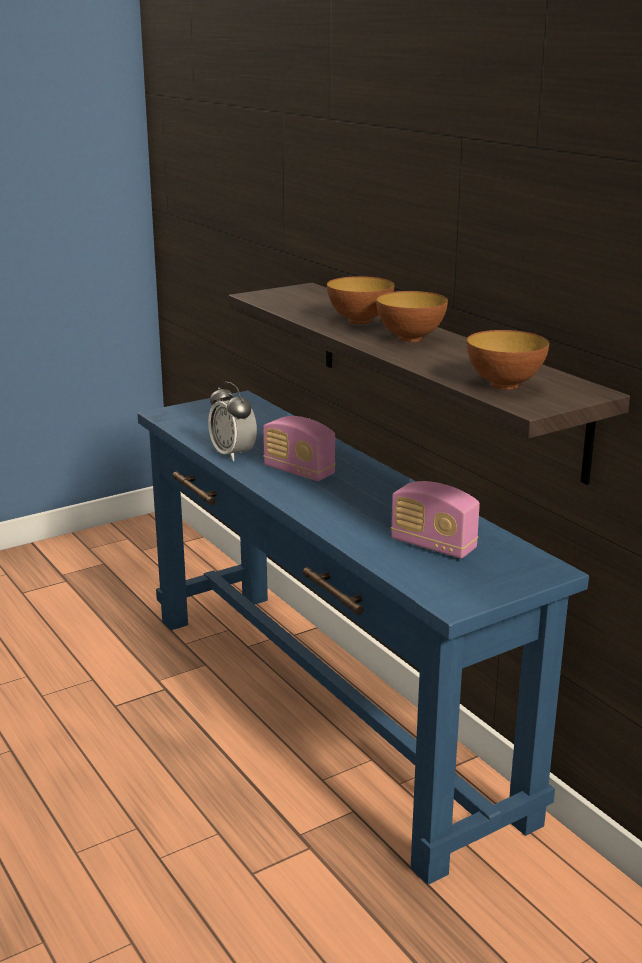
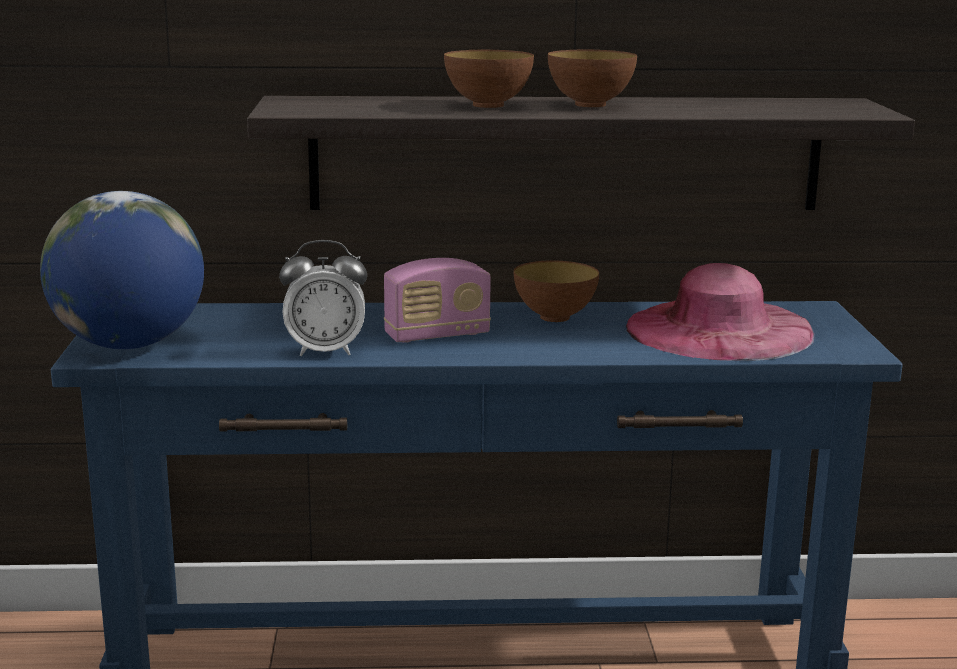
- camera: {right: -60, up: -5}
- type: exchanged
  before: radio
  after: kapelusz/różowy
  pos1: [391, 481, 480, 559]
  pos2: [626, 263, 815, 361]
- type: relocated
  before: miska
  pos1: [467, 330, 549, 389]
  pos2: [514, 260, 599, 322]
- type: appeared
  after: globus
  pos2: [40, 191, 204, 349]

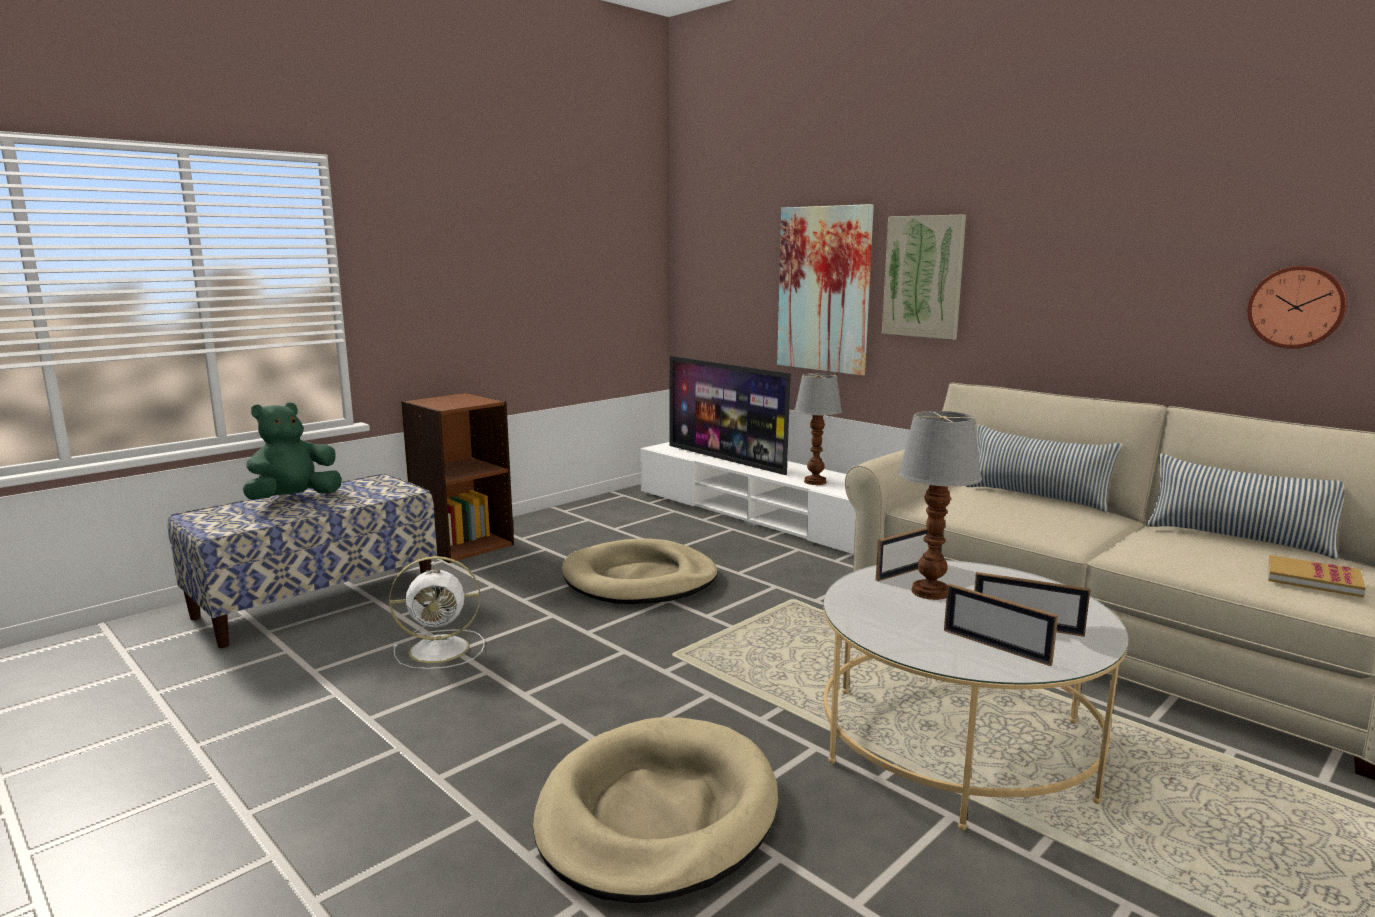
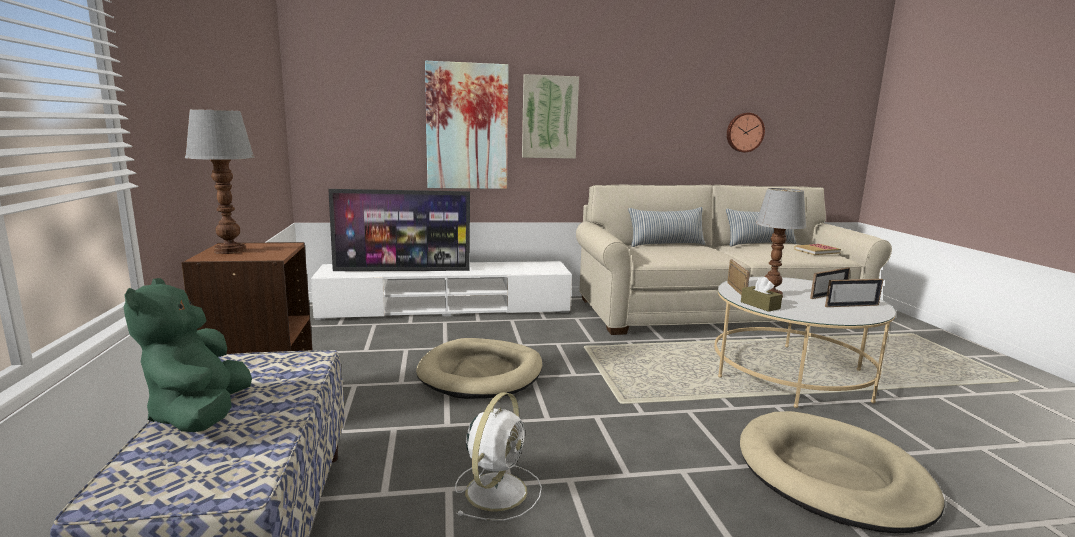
- camera: {right: -55, up: 0}
- type: relocated
  before: lampa stołowa
  pos1: [794, 373, 842, 485]
  pos2: [185, 109, 255, 254]
- type: appeared
  after: pudełko chusteczek/brązowy
  pos2: [741, 277, 782, 312]

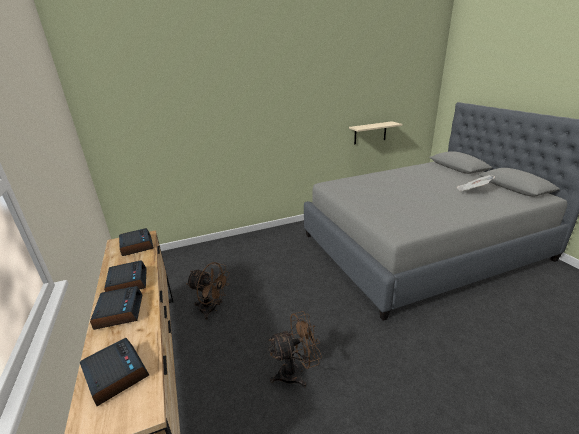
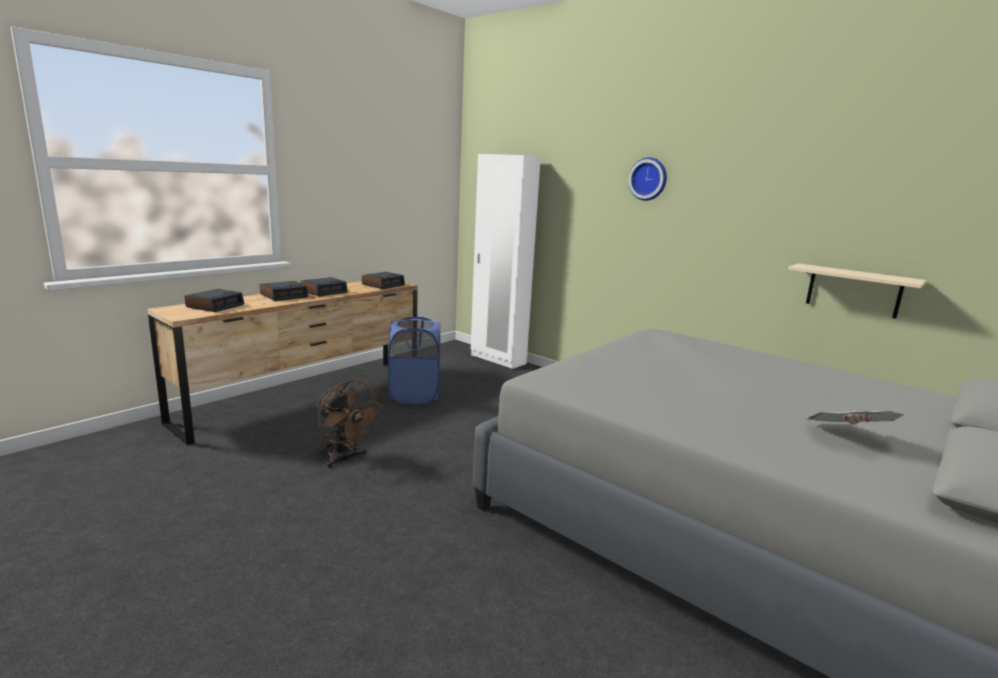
- camera: {right: 60, up: -10}
- type: exchanged
  before: wentylator/brązowy
  after: kosz na pranie/niebieski
  pos1: [186, 262, 229, 320]
  pos2: [388, 317, 440, 405]
- type: appeared
  after: szafa/biały
  pos2: [471, 154, 541, 369]
- type: appeared
  after: zegar ścienny
  pos2: [628, 157, 667, 201]

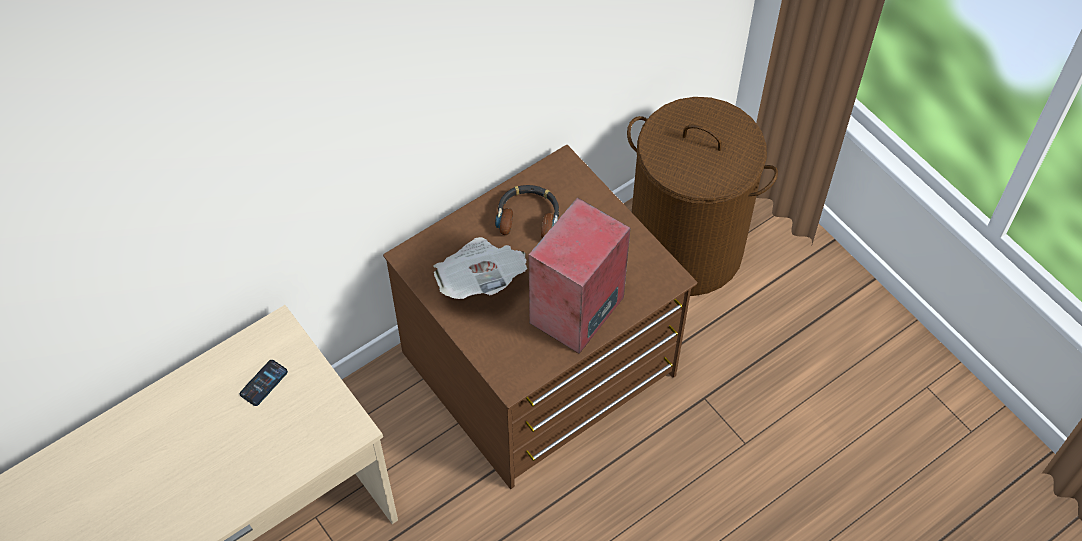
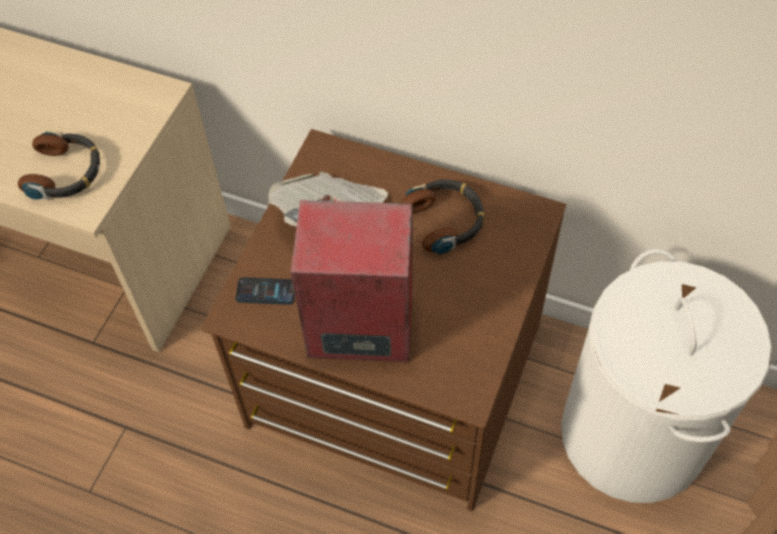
- camera: {right: 60, up: 0}
- type: relocated
  before: telefon
  pos1: [240, 360, 288, 406]
  pos2: [236, 277, 295, 305]
- type: colour
  before: kosz na pranie/brązowy
  after: kosz na pranie/biały
  pos1: [627, 97, 778, 296]
  pos2: [561, 249, 772, 503]
- type: appeared
  after: słuchawki
  pos2: [18, 131, 100, 200]

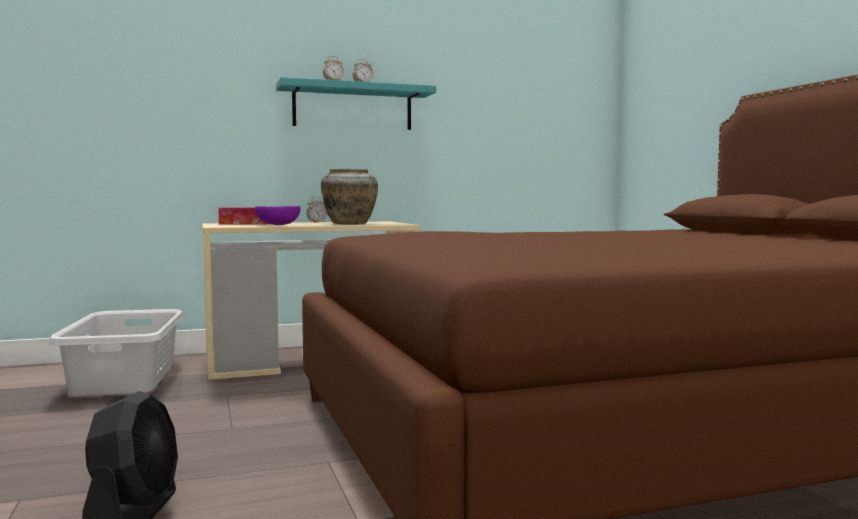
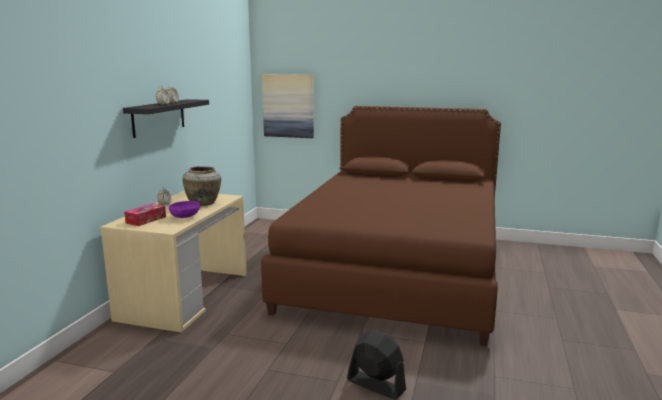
- camera: {right: -55, up: 10}
- type: missing
  before: kosz na pranie/szary
  pos1: [49, 309, 183, 396]
- type: colour
  before: półka/turkusowy
  after: półka/czarny
  pos1: [276, 77, 436, 130]
  pos2: [123, 99, 209, 138]
- type: appeared
  after: obraz
  pos2: [262, 74, 314, 138]

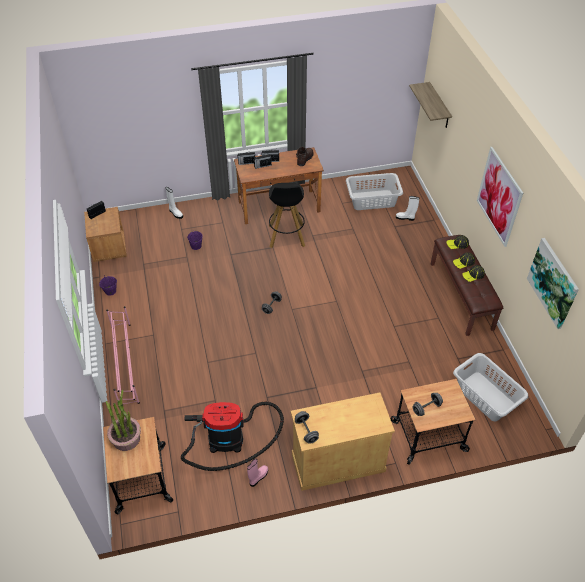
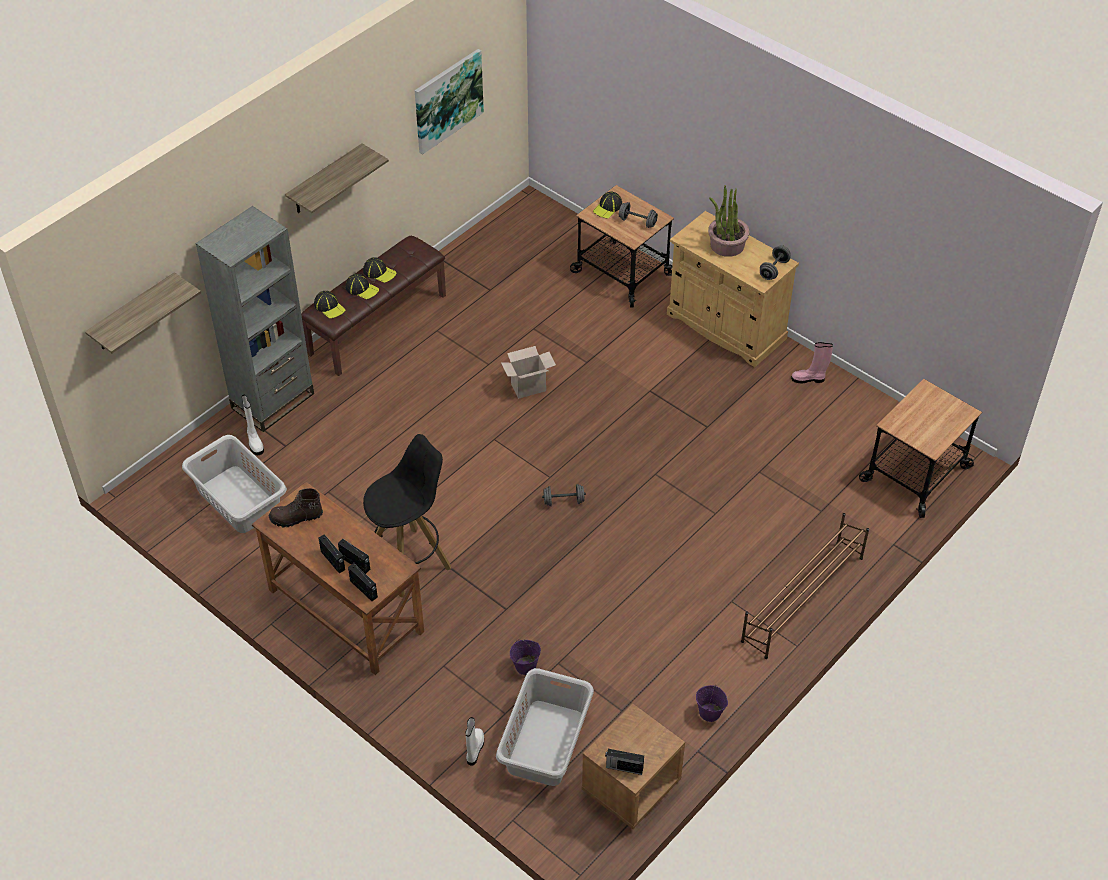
- camera: {right: -125, up: 0}
- type: colour
  before: regał na buty/różowy
  after: regał na buty/brązowy
  pos1: [106, 306, 140, 404]
  pos2: [741, 513, 869, 659]
- type: relocated
  before: roślina doniczkowa
  pos1: [106, 389, 141, 451]
  pos2: [708, 185, 750, 257]
- type: missing
  before: odkurzacz
  pos1: [181, 402, 284, 471]
- type: relocated
  before: kosz na pranie/szary
  pos1: [453, 353, 528, 421]
  pos2: [496, 668, 594, 786]
- type: exchanged
  before: obraz
  after: półka
  pos1: [477, 147, 523, 247]
  pos2: [285, 143, 389, 213]
- type: appeared
  after: regał/szary
  pos2: [196, 206, 314, 432]
- type: appeared
  after: karton
  pos2: [501, 346, 556, 399]
- type: appeared
  after: czapka z daszkiem
  pos2: [593, 192, 622, 219]

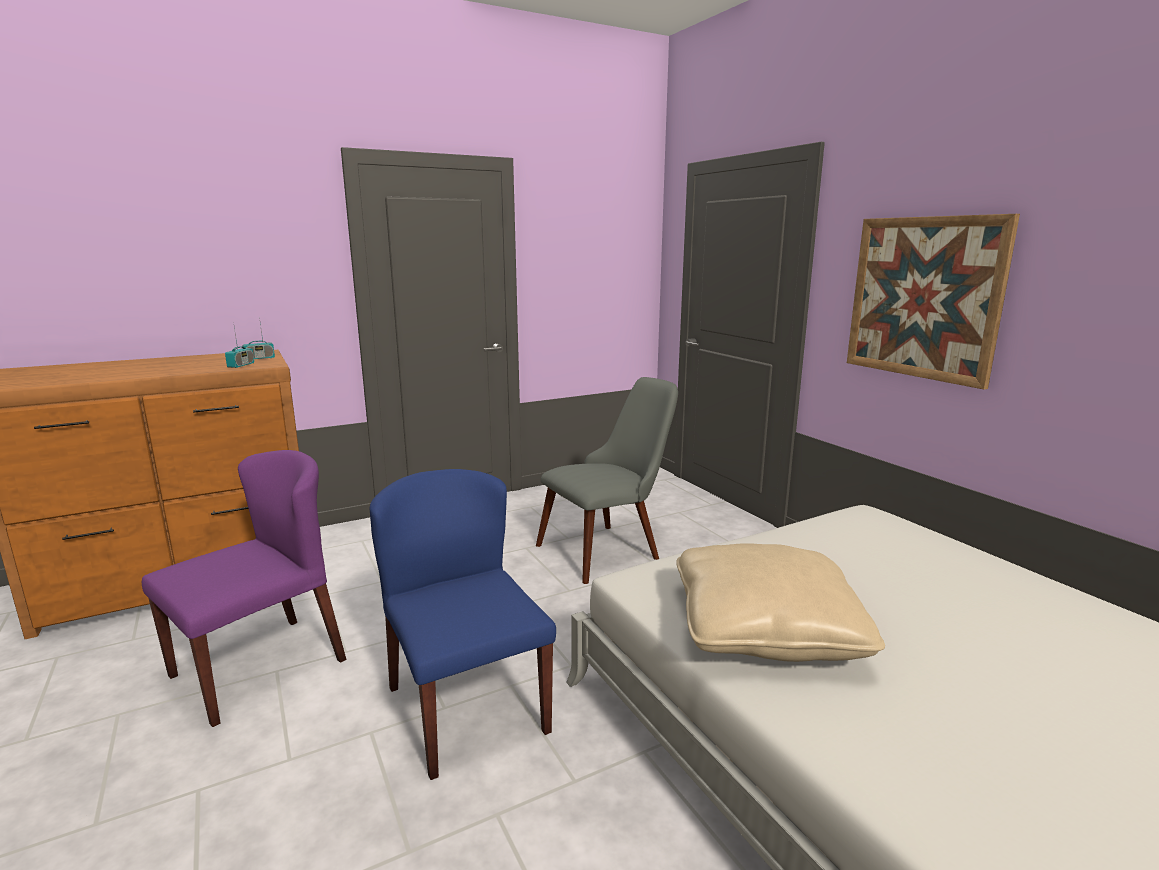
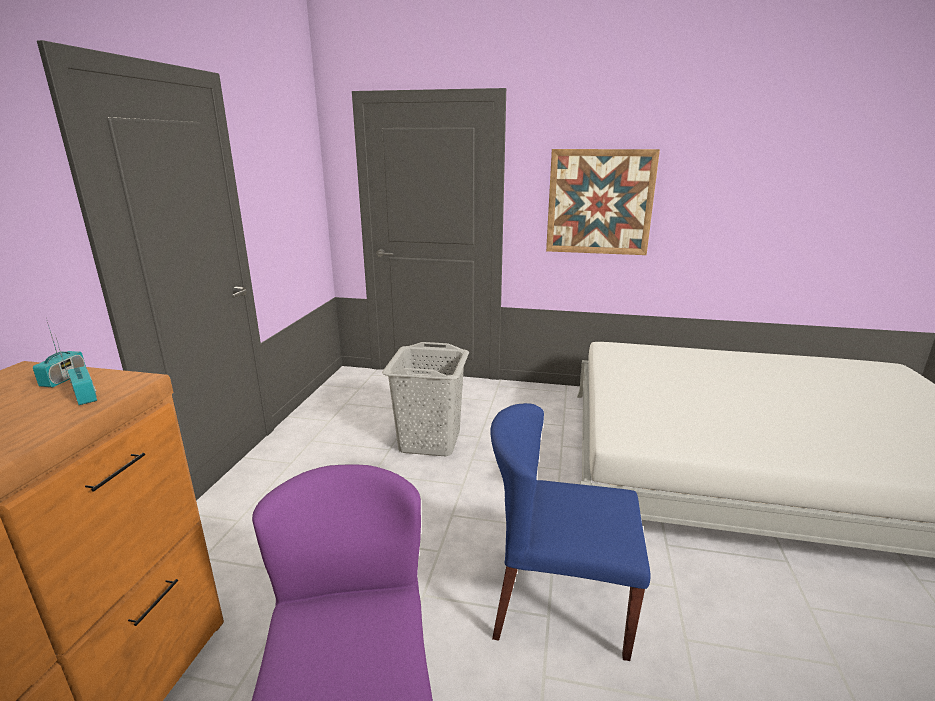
- camera: {right: -50, up: 5}
- type: exchanged
  before: krzesło/szary
  after: kosz na pranie/szary
  pos1: [536, 377, 678, 584]
  pos2: [382, 342, 469, 457]
- type: missing
  before: poduszka/beżowy
  pos1: [676, 543, 885, 662]

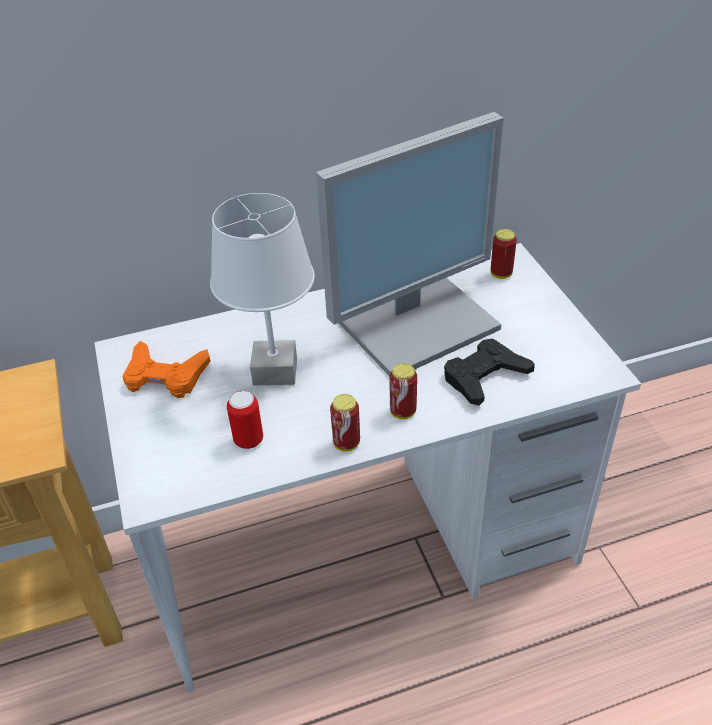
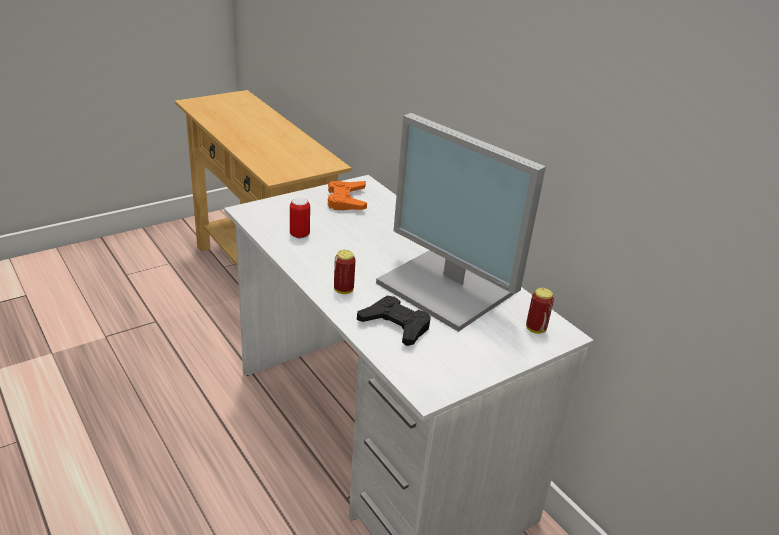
- camera: {right: 70, up: -10}
- type: missing
  before: lampa stołowa/biały
  pos1: [210, 193, 315, 385]
- type: missing
  before: puszka
  pos1: [330, 394, 360, 452]

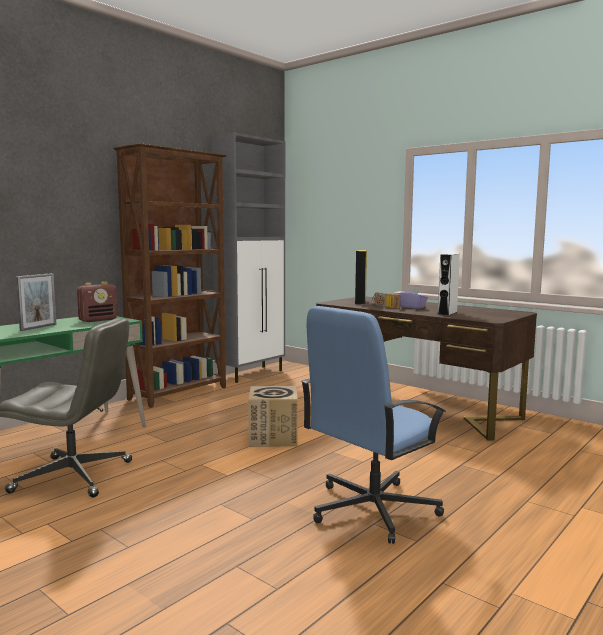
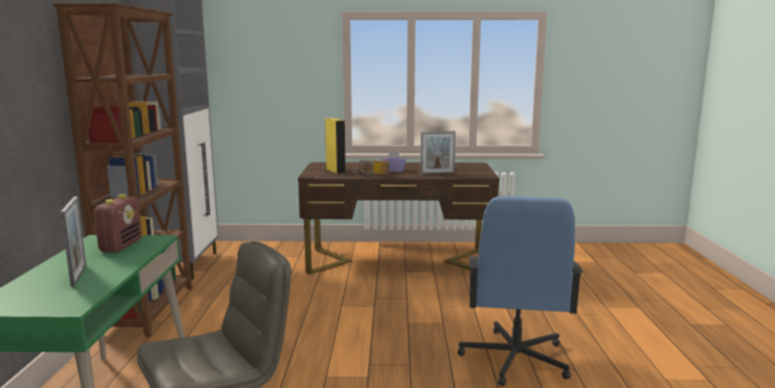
- camera: {right: -40, up: 5}
- type: missing
  before: karton
  pos1: [248, 386, 298, 447]
- type: exchanged
  before: głośnik/biały
  after: ramka na zdjęcie
  pos1: [438, 254, 460, 316]
  pos2: [420, 131, 456, 175]

